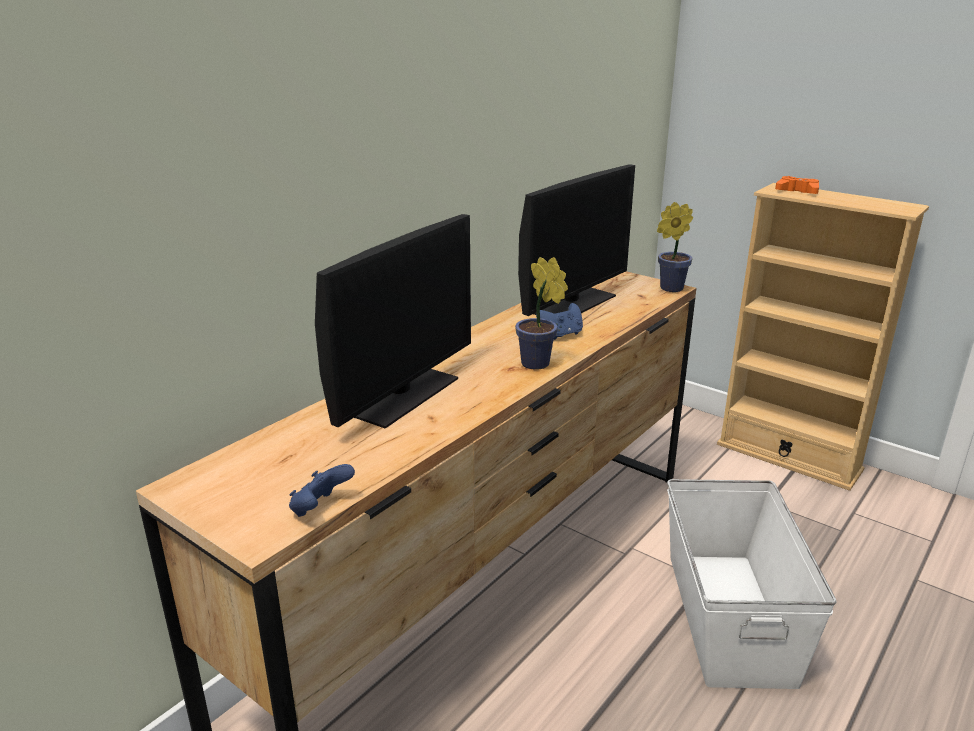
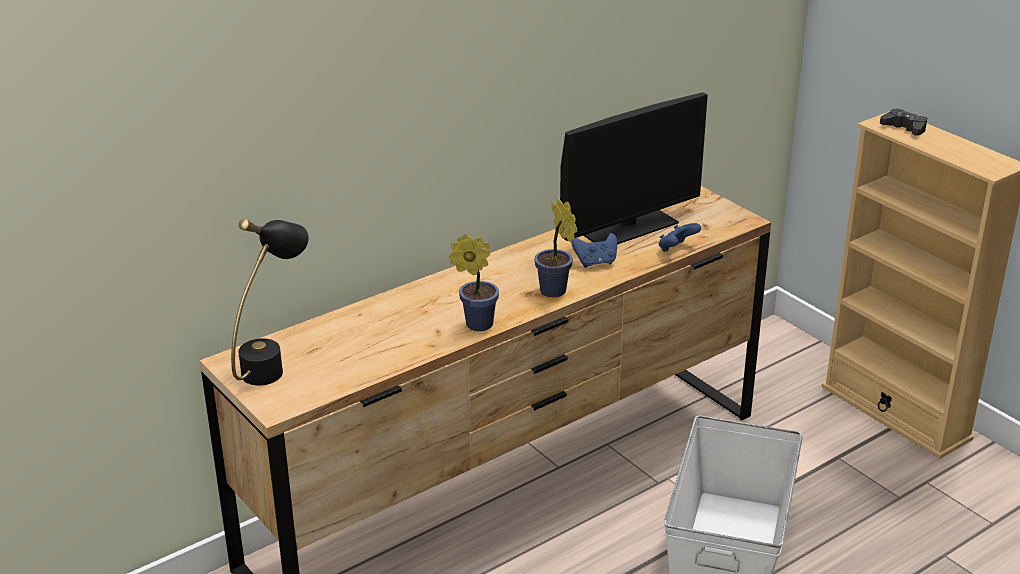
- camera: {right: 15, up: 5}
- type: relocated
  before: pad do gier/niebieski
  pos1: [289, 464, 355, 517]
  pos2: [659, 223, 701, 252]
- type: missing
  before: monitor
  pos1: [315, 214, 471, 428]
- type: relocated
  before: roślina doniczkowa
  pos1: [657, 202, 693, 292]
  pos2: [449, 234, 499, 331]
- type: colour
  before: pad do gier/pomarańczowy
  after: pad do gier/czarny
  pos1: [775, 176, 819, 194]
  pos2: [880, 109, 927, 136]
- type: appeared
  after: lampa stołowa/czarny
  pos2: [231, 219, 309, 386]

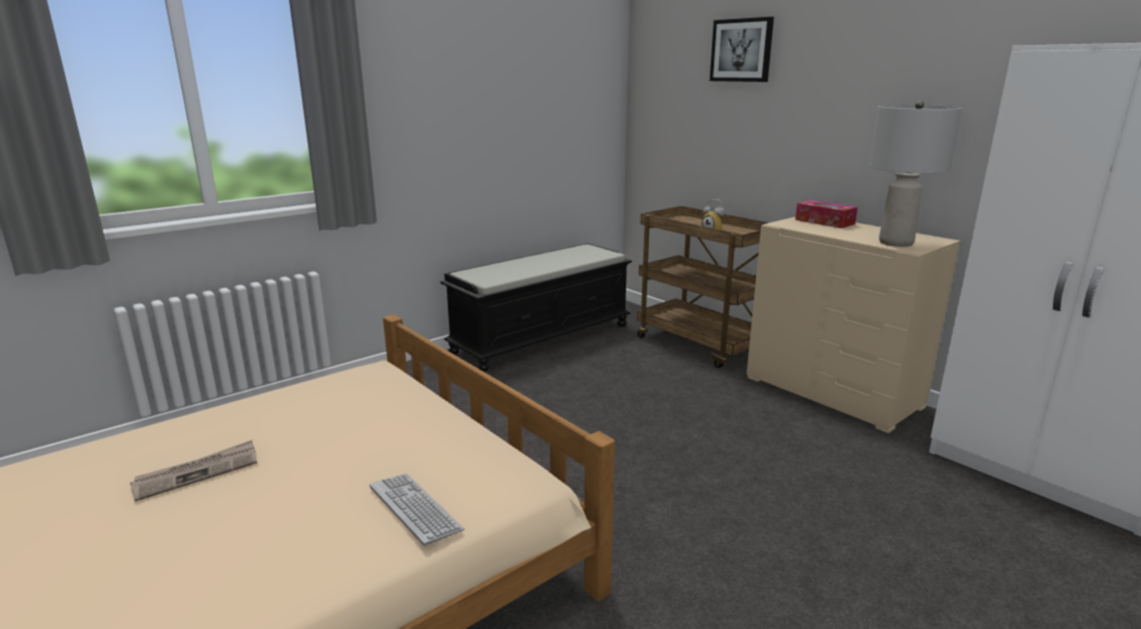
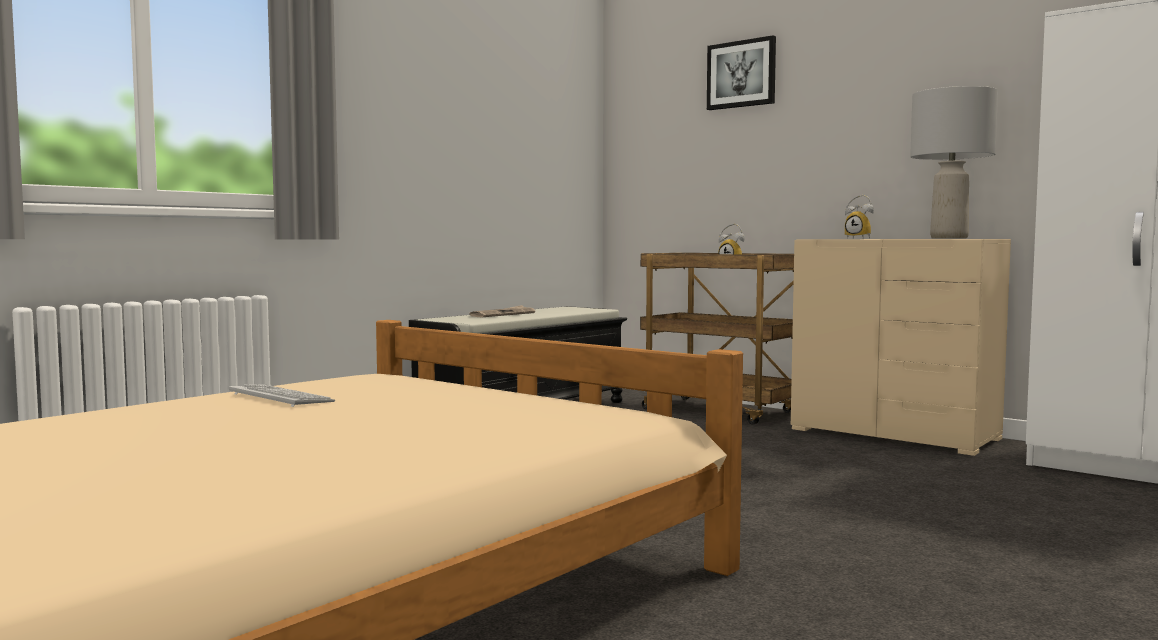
- camera: {right: -10, up: -15}
- type: relocated
  before: gazeta
  pos1: [130, 440, 257, 502]
  pos2: [469, 305, 535, 317]
- type: relocated
  before: klawiatura
  pos1: [370, 474, 464, 546]
  pos2: [229, 384, 335, 407]
- type: exchanged
  before: pudełko chusteczek
  after: budzik
  pos1: [795, 200, 858, 228]
  pos2: [845, 195, 874, 239]

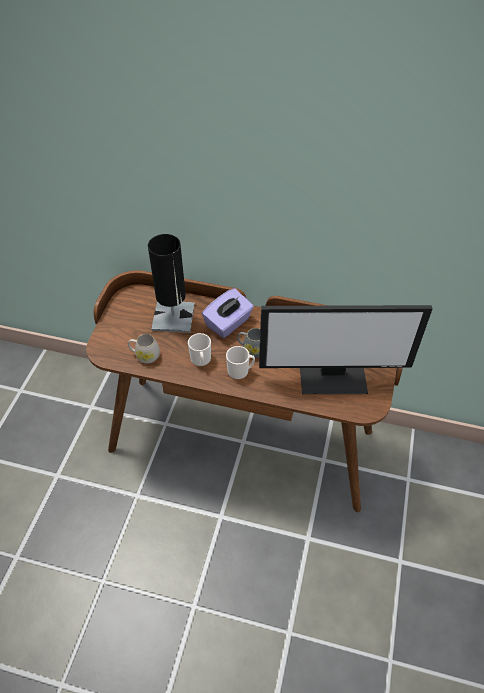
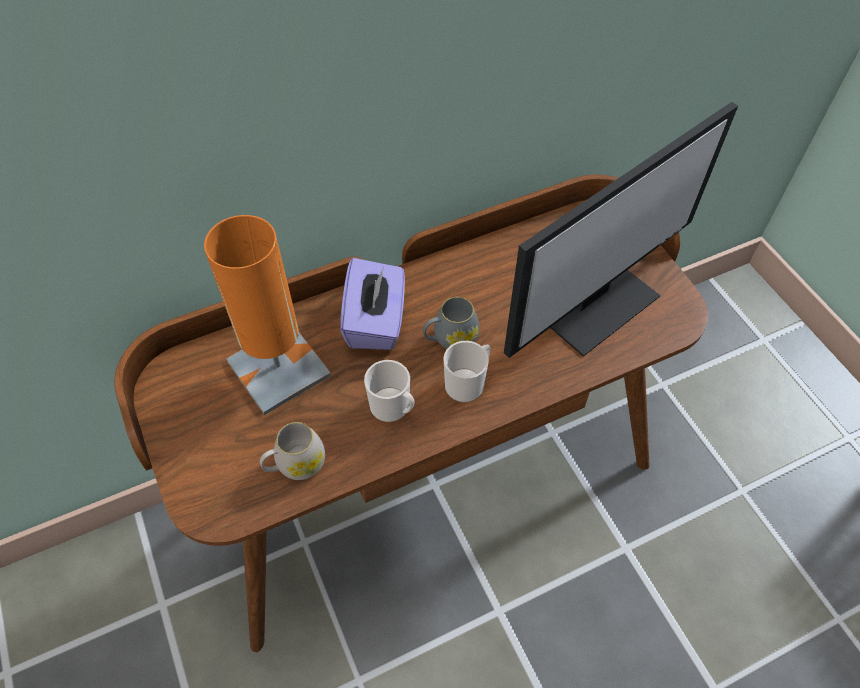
- camera: {right: -40, up: 5}
- type: colour
  before: lampa stołowa/czarny
  after: lampa stołowa/pomarańczowy
  pos1: [148, 234, 195, 333]
  pos2: [204, 215, 331, 415]

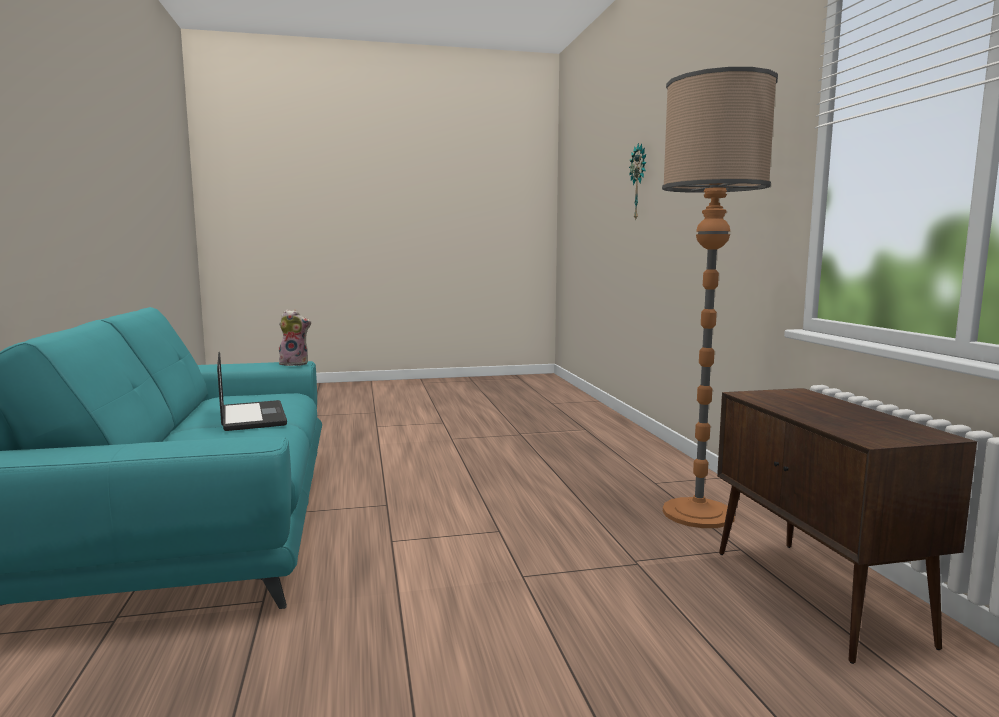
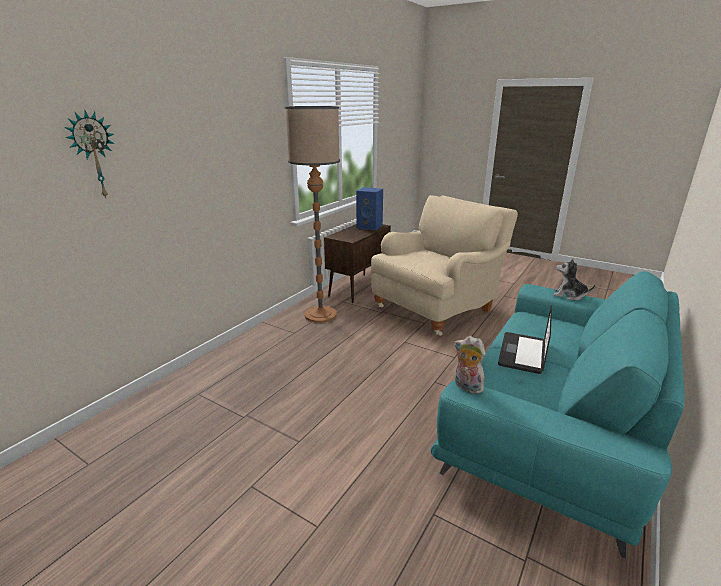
- camera: {right: -135, up: 15}
- type: appeared
  after: głośnik/niebieski
  pos2: [356, 187, 383, 230]
- type: appeared
  after: fotel/beżowy
  pos2: [371, 195, 518, 336]
- type: appeared
  after: pluszak
  pos2: [554, 258, 596, 300]

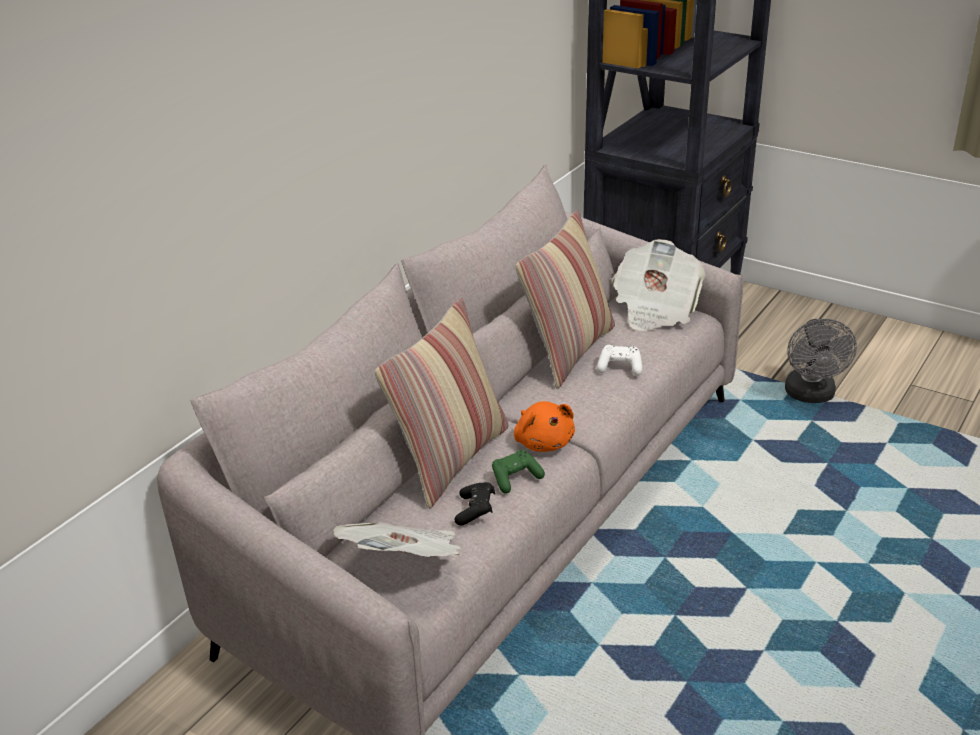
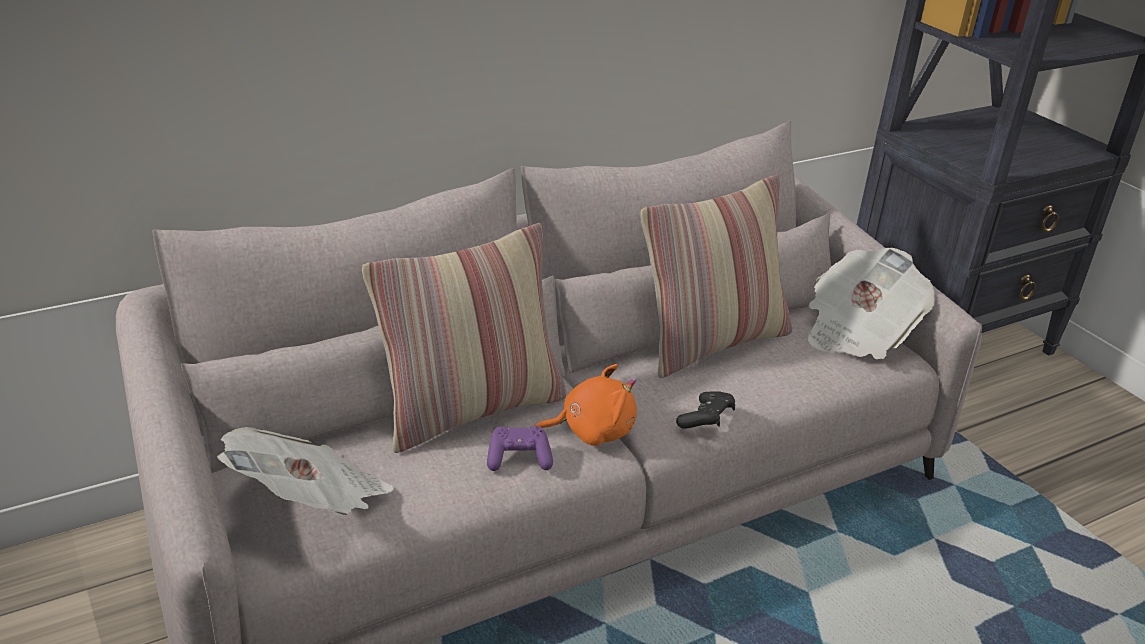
- camera: {right: 25, up: 0}
- type: relocated
  before: pad do gier/czarny
  pos1: [455, 482, 495, 526]
  pos2: [676, 391, 735, 429]
- type: colour
  before: pad do gier/zielony
  after: pad do gier/fioletowy
  pos1: [492, 450, 545, 494]
  pos2: [487, 426, 553, 471]
- type: spun
  before: pluszak/pomarańczowy
  pos1: [514, 401, 575, 452]
  pos2: [534, 364, 637, 446]
  turn: -105
- type: missing
  before: pad do gier/biały
  pos1: [597, 345, 642, 376]
- type: missing
  before: wentylator/szary
  pos1: [785, 319, 857, 403]

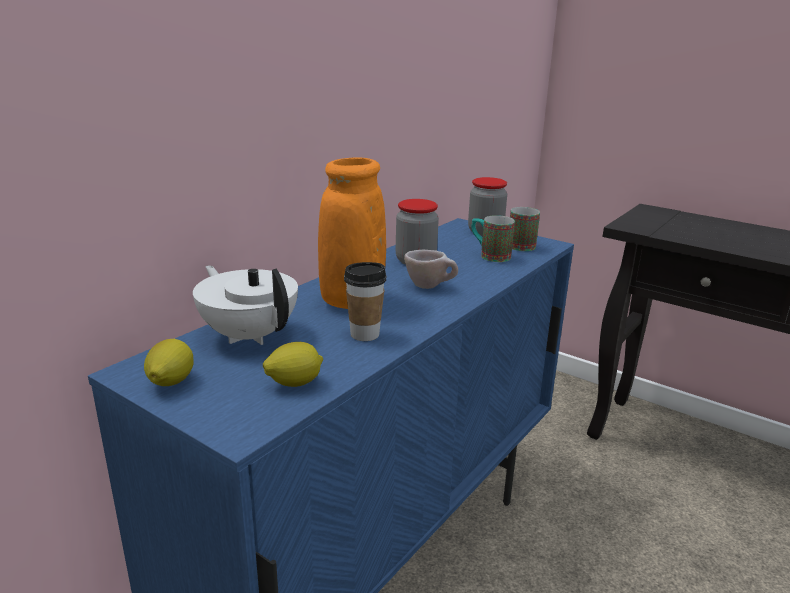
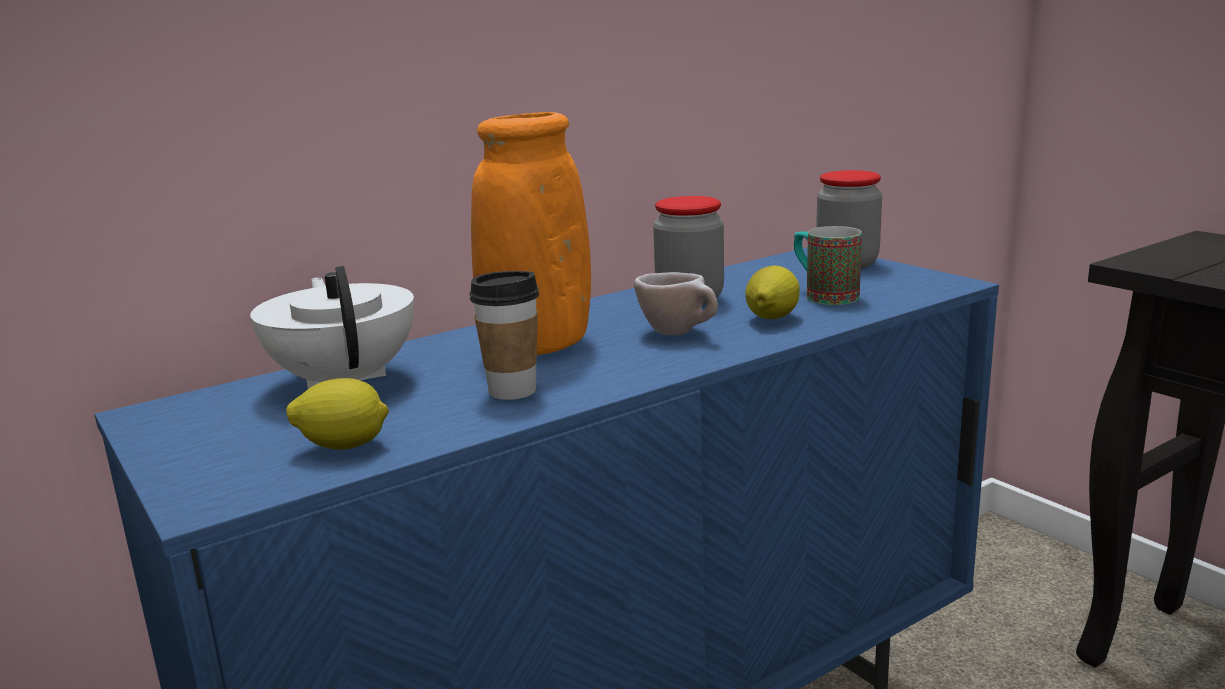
- camera: {right: 20, up: -5}
- type: relocated
  before: cytryna
  pos1: [144, 339, 194, 386]
  pos2: [745, 266, 800, 319]
- type: missing
  before: kubek
  pos1: [510, 207, 540, 251]

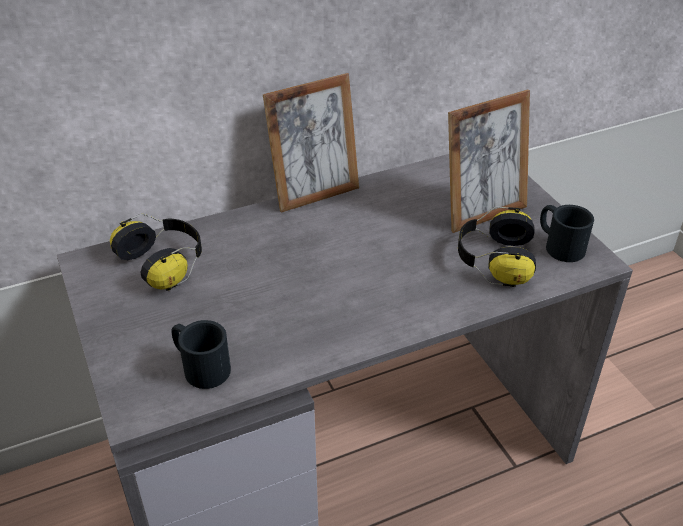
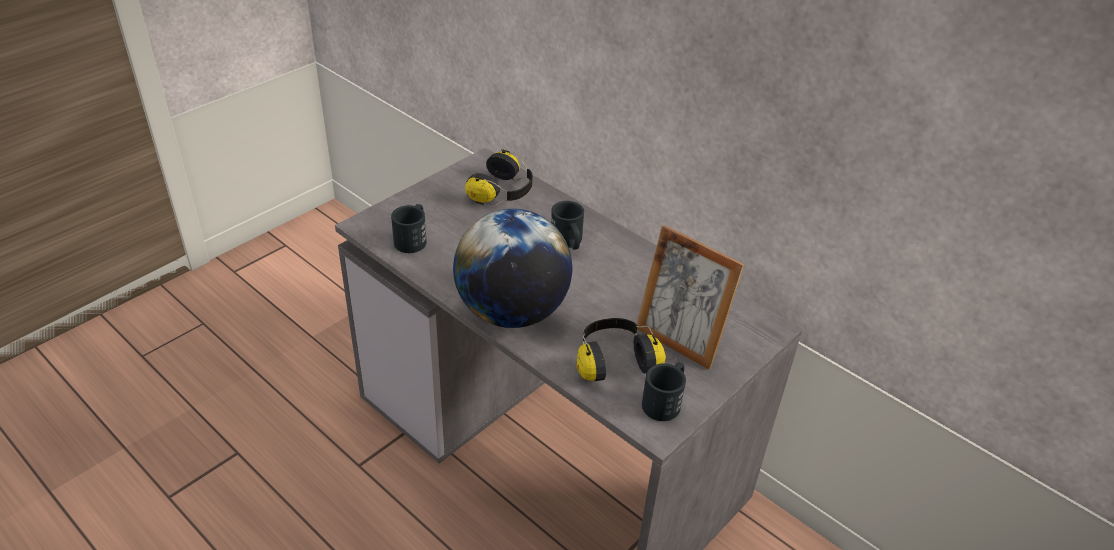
- camera: {right: 65, up: 0}
- type: missing
  before: ramka na zdjęcie
  pos1: [263, 73, 359, 213]
- type: appeared
  after: globus
  pos2: [453, 209, 572, 328]
- type: appeared
  after: kubek/czarny
  pos2: [551, 201, 584, 250]

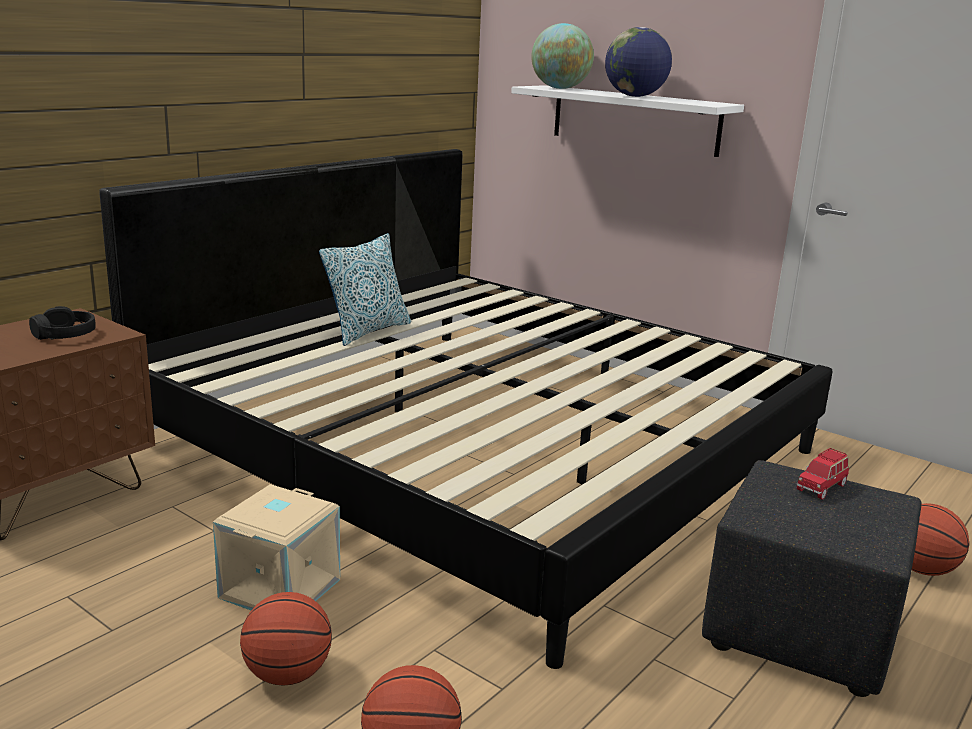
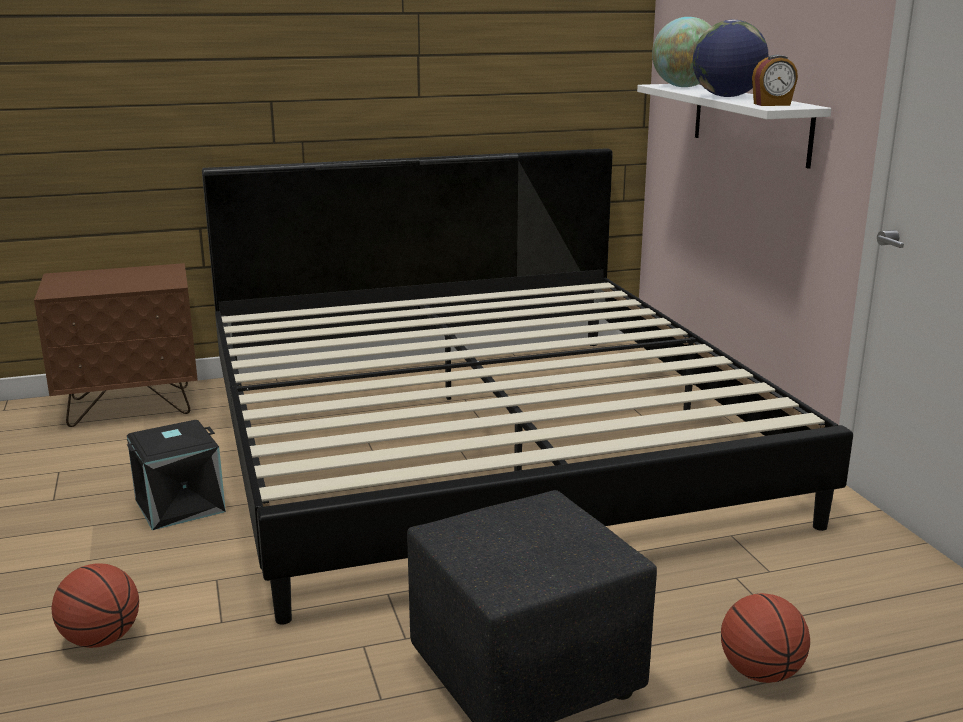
- camera: {right: 35, up: 0}
- type: missing
  before: słuchawki/czarny
  pos1: [29, 306, 96, 340]
- type: colour
  before: pojemnik do przechowywania/beżowy
  after: pojemnik do przechowywania/czarny
  pos1: [213, 484, 340, 610]
  pos2: [127, 420, 226, 530]
- type: missing
  before: piłka do koszykówki
  pos1: [240, 592, 332, 685]
- type: missing
  before: poduszka
  pos1: [319, 233, 411, 346]
- type: missing
  before: samochodzik/czerwony
  pos1: [797, 448, 849, 500]
- type: appeared
  after: budzik
  pos2: [752, 55, 798, 106]

